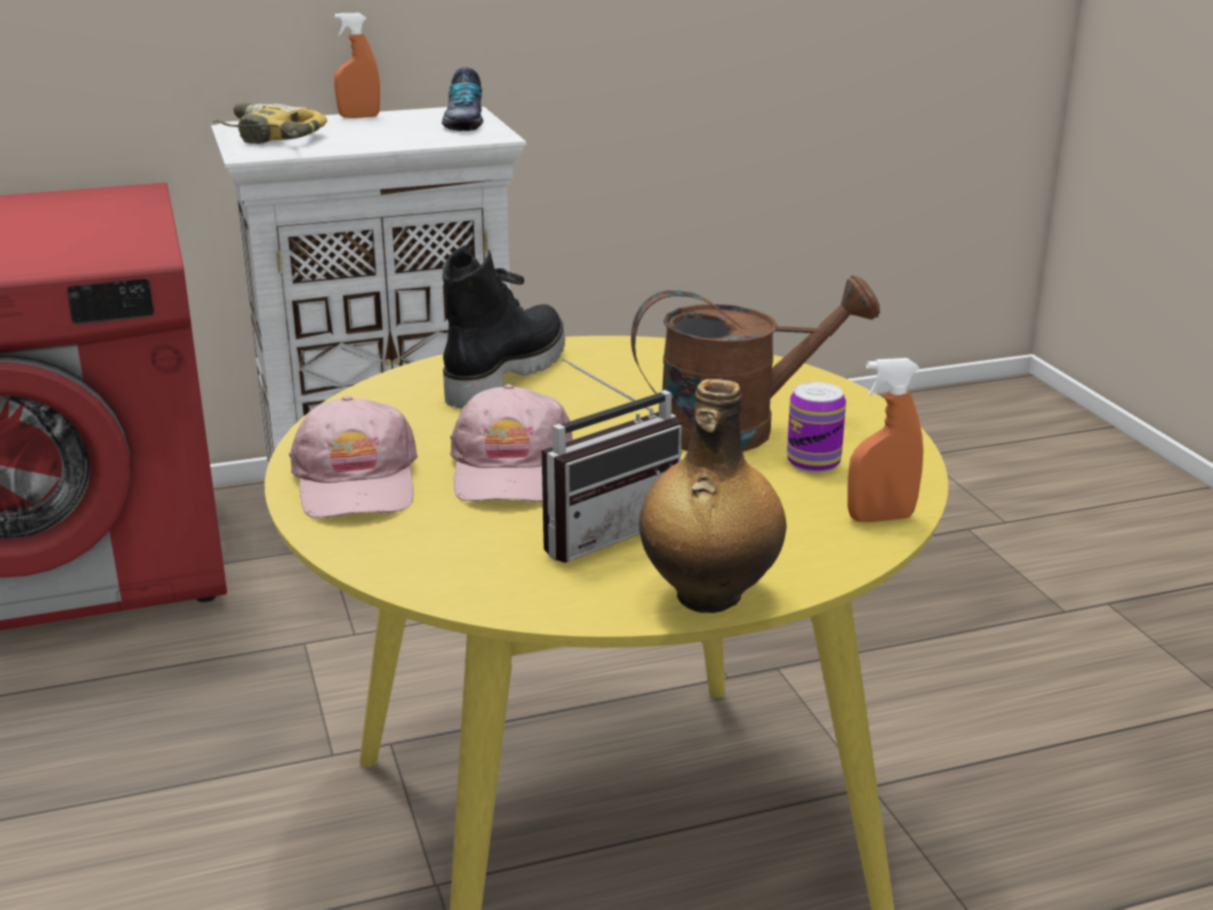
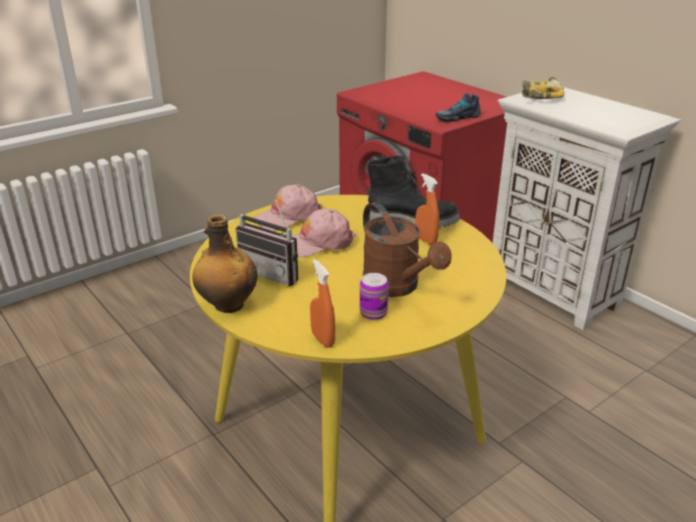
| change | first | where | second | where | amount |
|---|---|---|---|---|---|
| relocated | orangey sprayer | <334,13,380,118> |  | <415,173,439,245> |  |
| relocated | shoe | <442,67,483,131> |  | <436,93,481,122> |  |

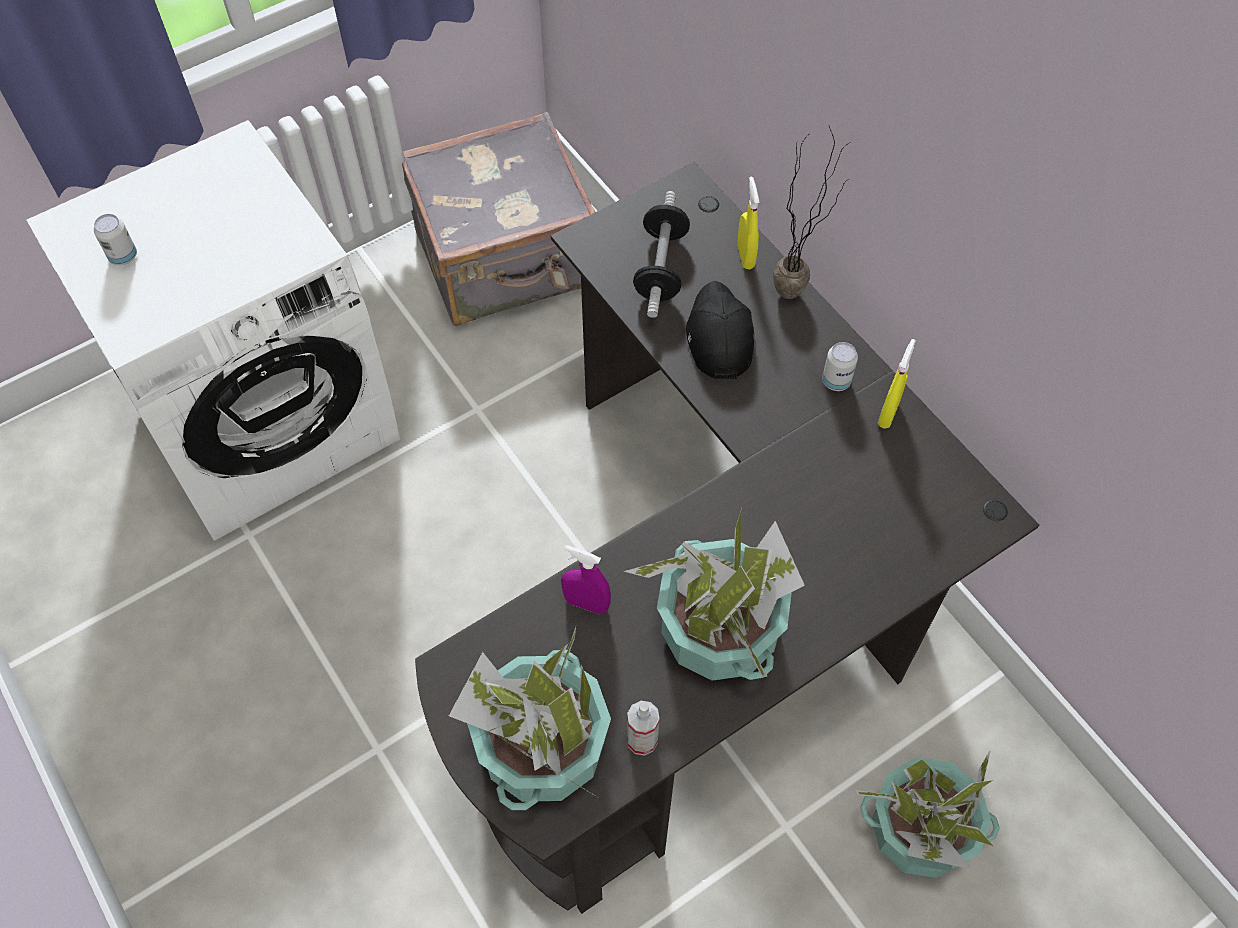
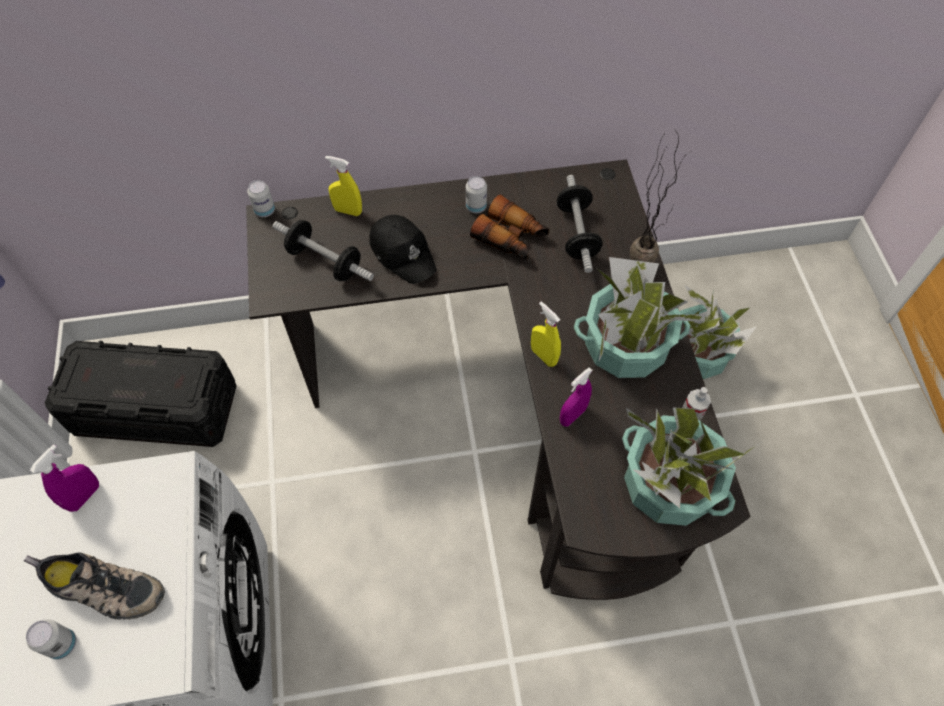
| change | first | where | second | where | amount |
|---|---|---|---|---|---|
| appeared |  |  | shoe | <24,553,165,620> |  |
| appeared |  |  | purple sprayer | <30,444,99,512> |  |
| exchanged | grey piece of luggage | <402,111,595,326> | blackish storage box | <44,341,237,447> |  |
| appeared |  |  | sealed can | <247,180,275,217> |  |
| spun | blackish cap | <686,281,754,379> |  | <369,215,437,284> | 150 degrees counterclockwise |
| appeared |  |  | field glasses | <470,195,549,259> |  |
| relocated | yellow sprayer | <878,339,916,428> |  | <531,301,561,367> |  |
| appeared |  |  | hand weight | <557,175,603,273> |  |
| relocated | houseplant | <773,126,849,299> |  | <630,132,691,263> |  |

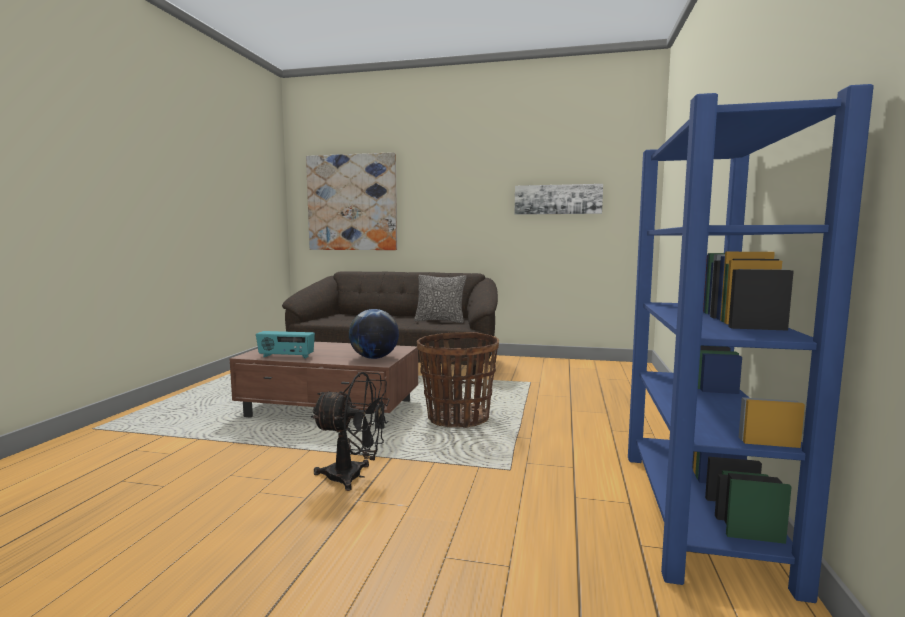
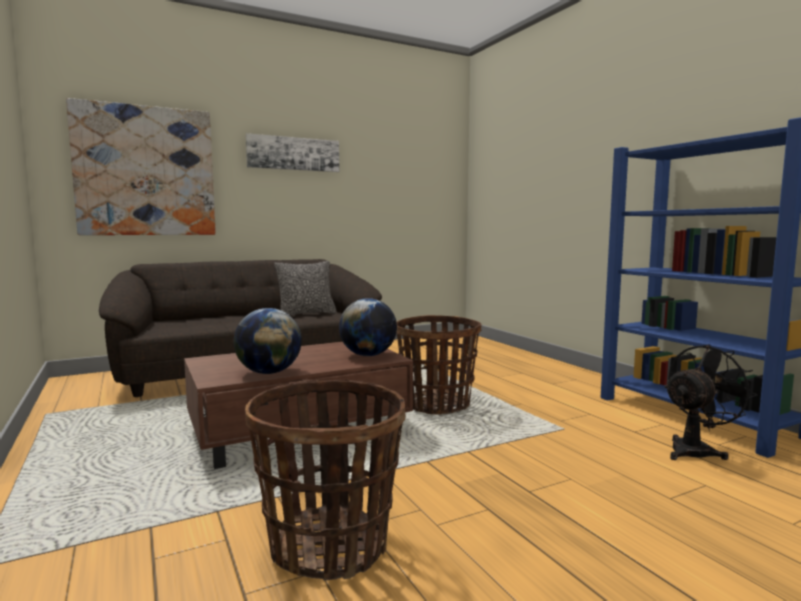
| change | first | where | second | where | amount |
|---|---|---|---|---|---|
| exchanged | radio set | <256,331,315,359> | globe | <234,308,302,374> |  |
| appeared |  |  | basket | <245,380,406,581> |  |
| relocated | wall art | <515,184,603,215> |  | <246,133,339,172> |  |
| relocated | blackish fan | <310,372,390,491> |  | <664,344,758,460> |  |

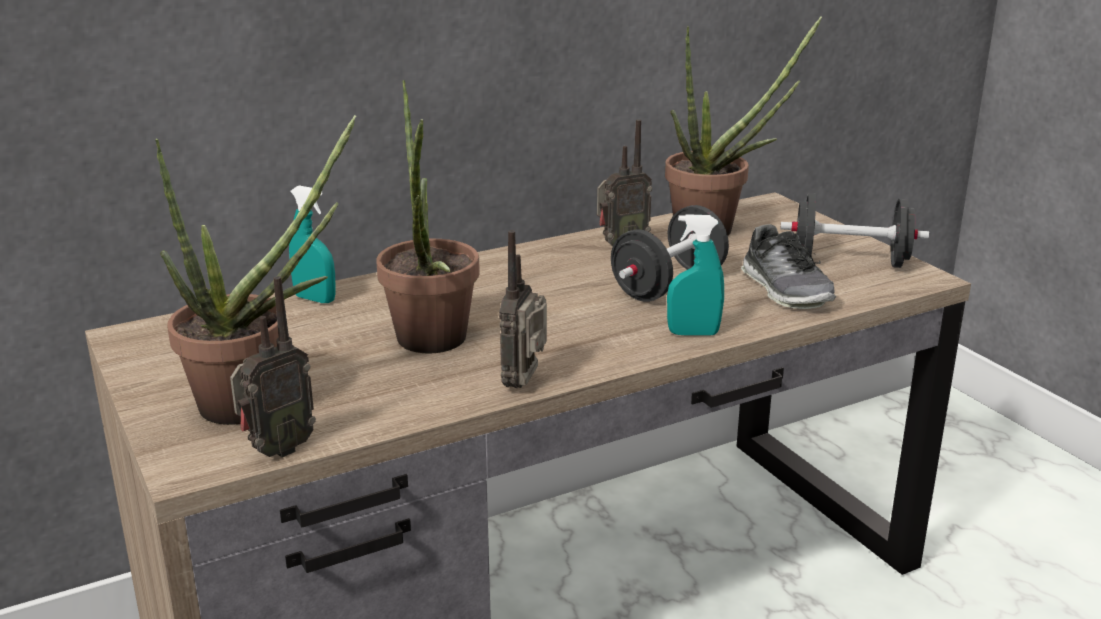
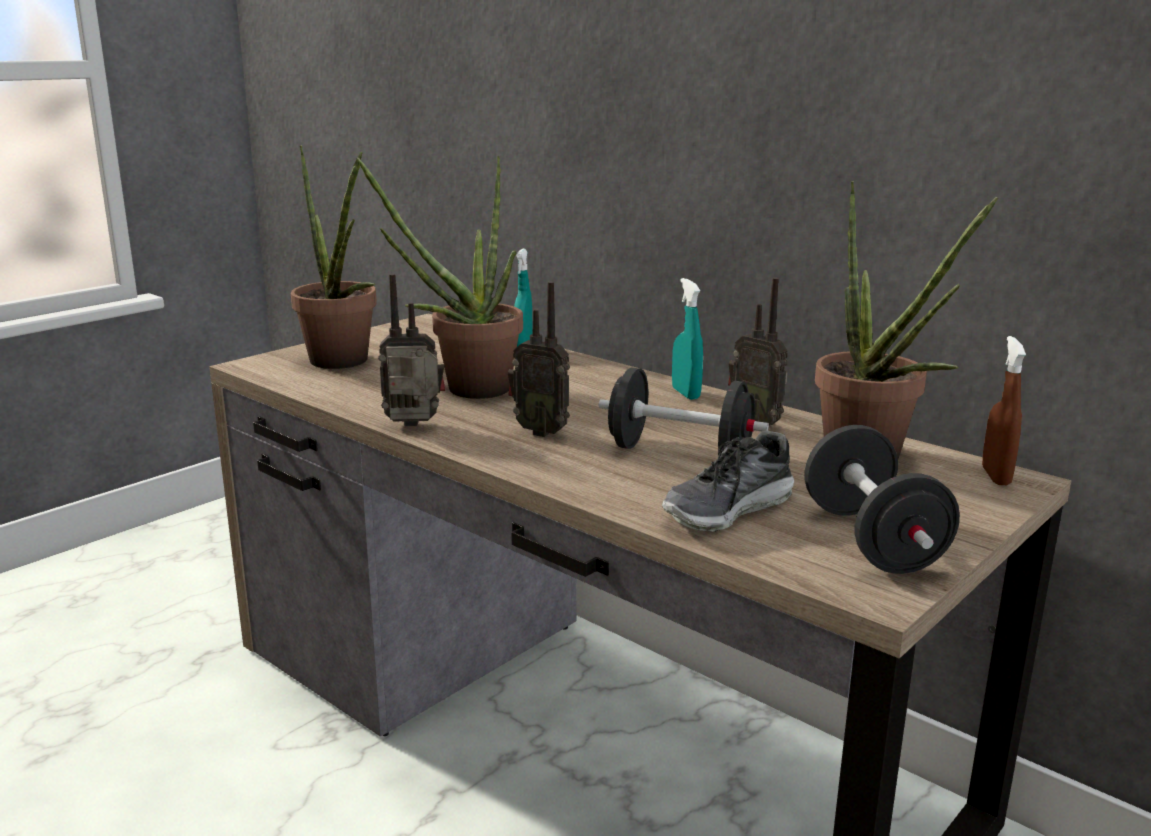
| change | first | where | second | where | amount |
|---|---|---|---|---|---|
| relocated | radio set | <230,276,316,457> |  | <508,282,570,437> |  |
| relocated | turquoise sprayer | <667,214,724,336> |  | <672,278,703,400> |  |
| appeared |  |  | brown-coloured sprayer | <982,336,1026,485> |  |

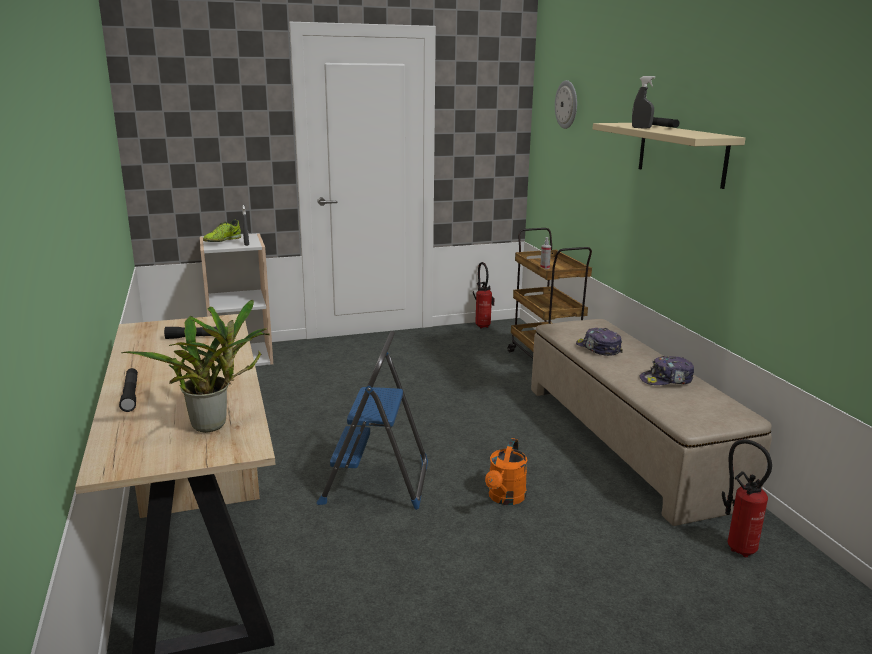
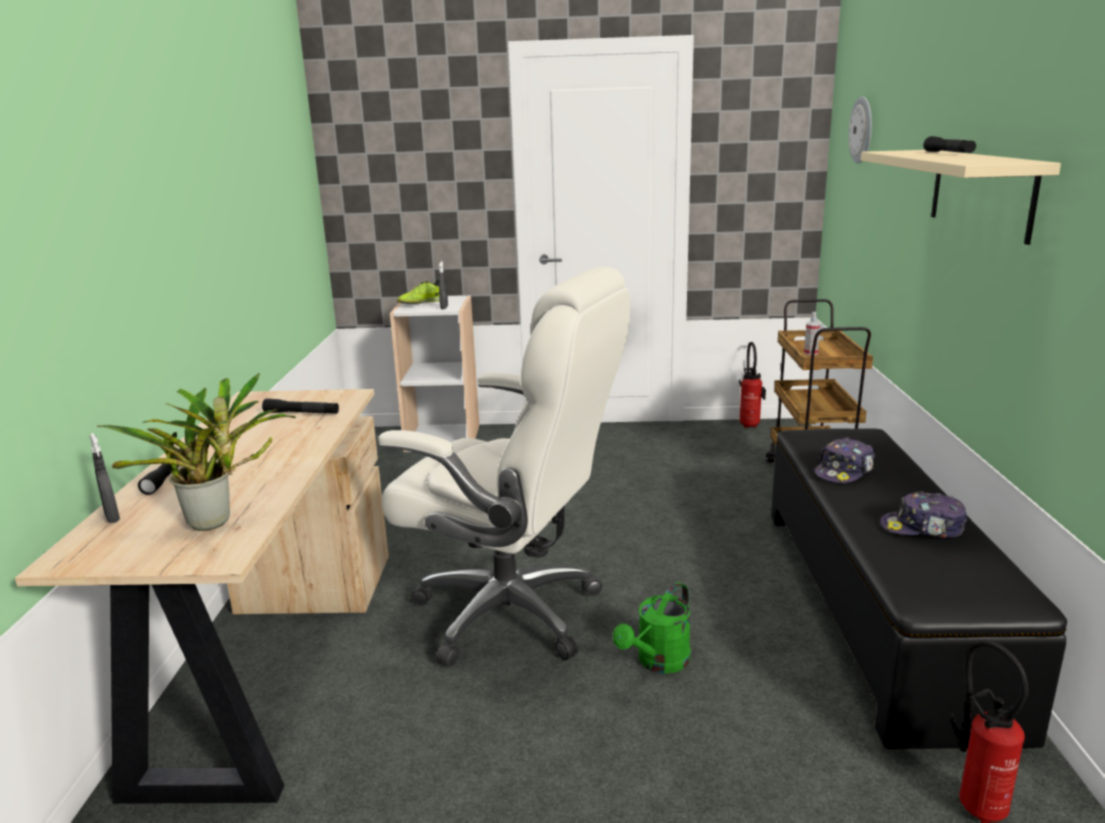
| change | first | where | second | where | amount |
|---|---|---|---|---|---|
| relocated | grey sprayer | <632,76,655,129> |  | <90,433,120,523> |  |
| exchanged | blue step ladder | <317,331,428,510> | whitish computer chair | <378,267,631,667> |  |
| colour | orangey sprinkling can | <485,438,527,505> | green-coloured sprinkling can | <613,582,691,674> |  |
| colour | sand-coloured long seat | <531,319,772,526> | blackish long seat | <771,428,1067,749> |  |
| spun | cap | <576,328,623,356> |  | <815,438,875,483> | 120 degrees counterclockwise |

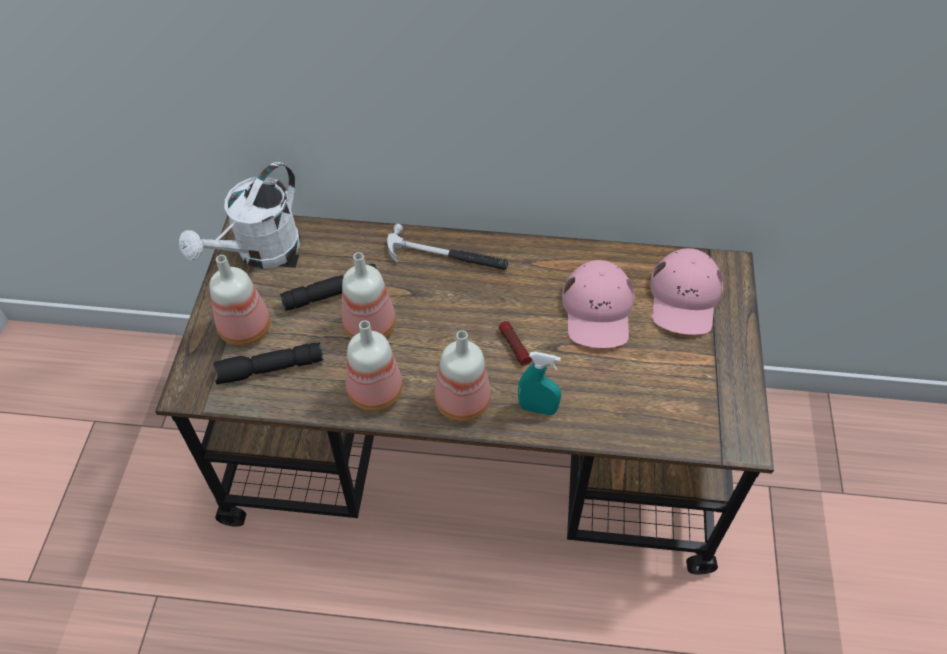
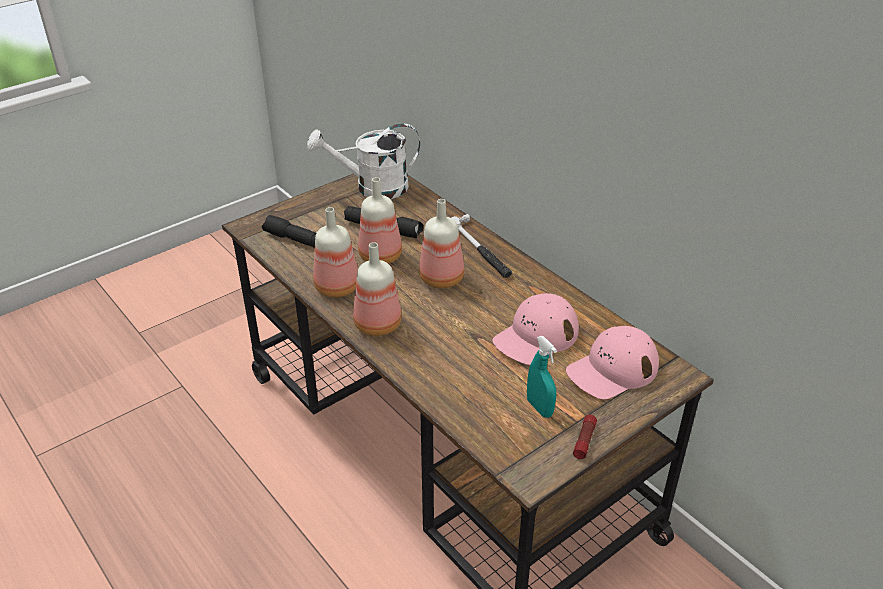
| change | first | where | second | where | amount |
|---|---|---|---|---|---|
| relocated | beverage bottle | <209,255,271,346> |  | <419,199,464,288> |  |
| relocated | turquoise sprayer | <518,352,561,415> |  | <527,336,557,418> |  |
| relocated | flashlight | <499,321,532,366> |  | <573,415,597,459> |  |

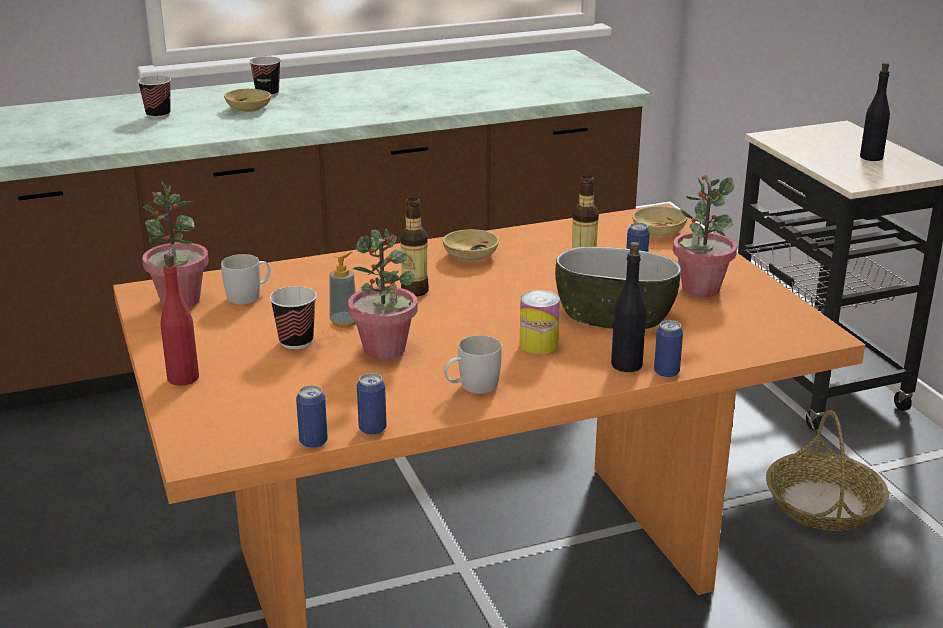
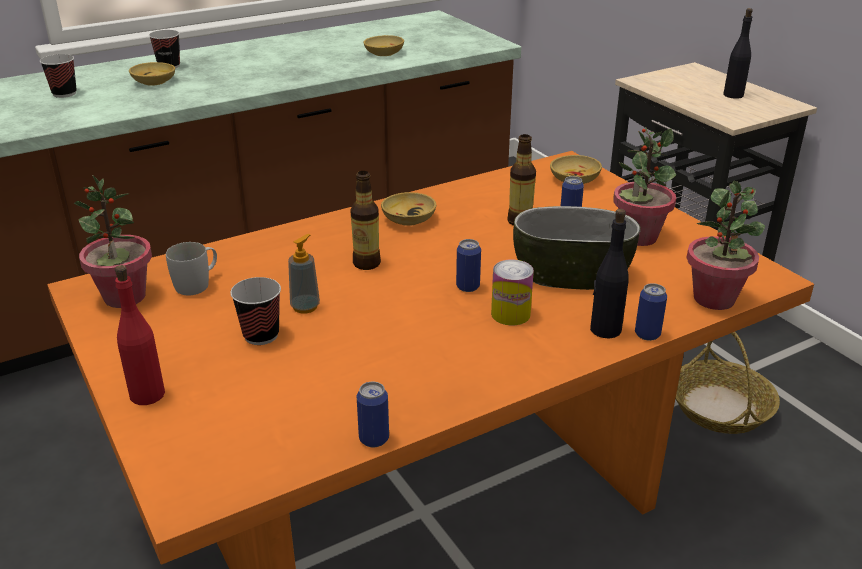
| change | first | where | second | where | amount |
|---|---|---|---|---|---|
| appeared |  |  | sand-coloured deep dish | <364,35,404,56> |  |
| relocated | sealed can | <296,385,328,448> |  | <456,239,481,292> |  |
| relocated | houseplant | <348,228,418,360> |  | <686,181,765,310> |  |
| missing | whitish coffee mug | <444,335,502,394> |  |  |  |

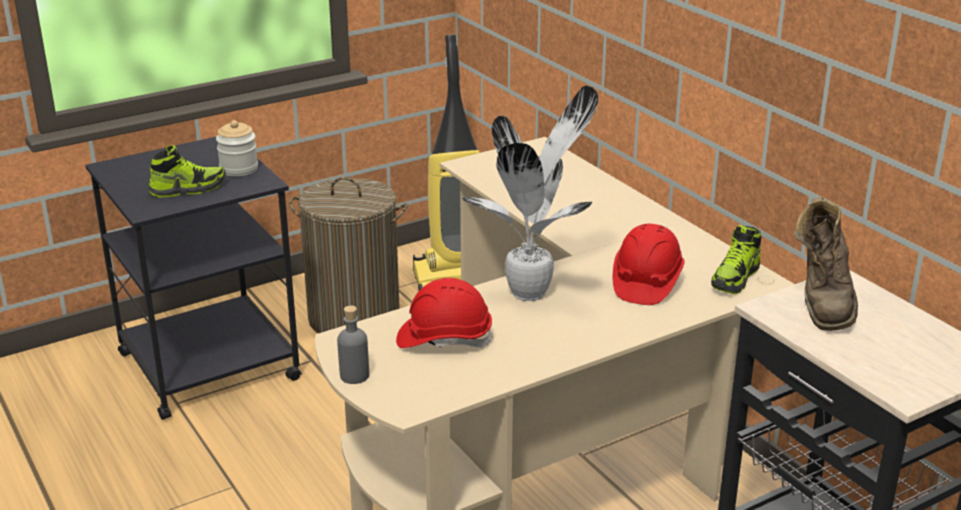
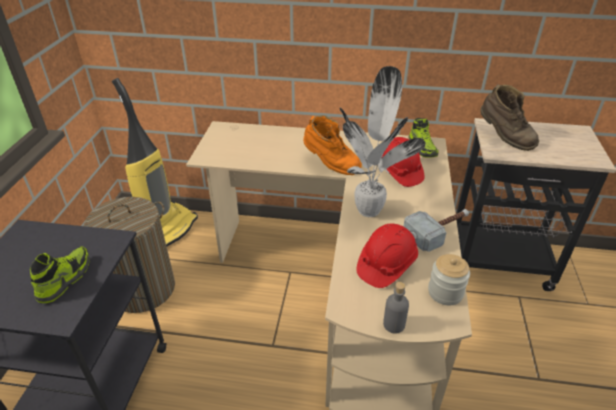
| change | first | where | second | where | amount |
|---|---|---|---|---|---|
| appeared |  |  | orangey boot | <303,115,362,175> |  |
| appeared |  |  | hammer | <403,209,469,252> |  |
| relocated | storage jar | <216,120,258,177> |  | <428,254,470,305> |  |

